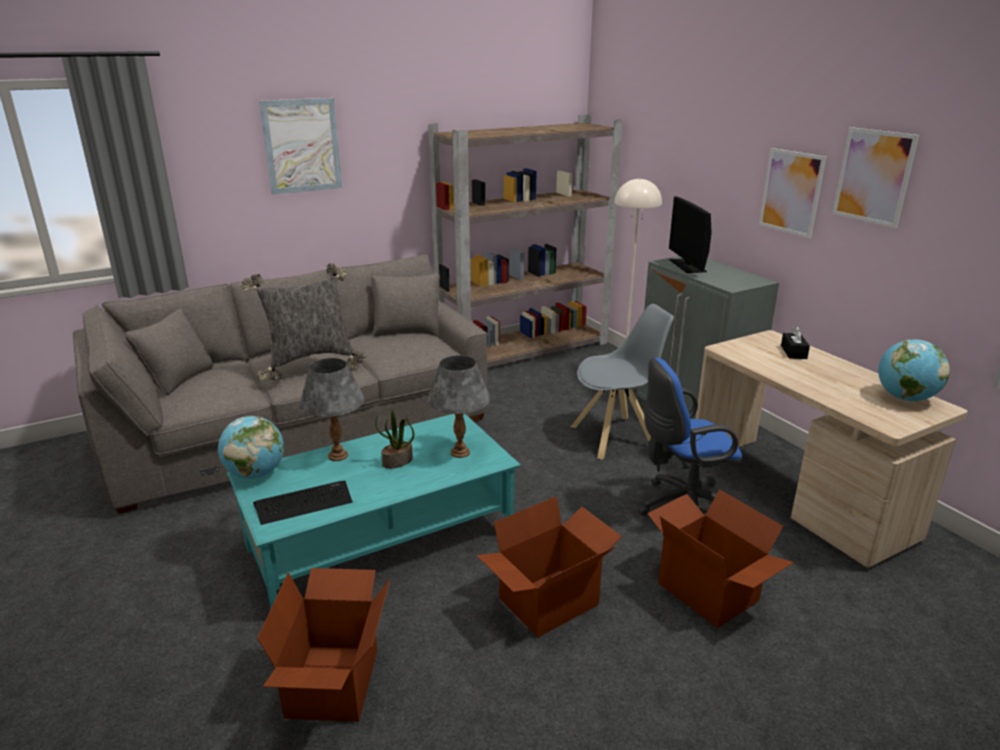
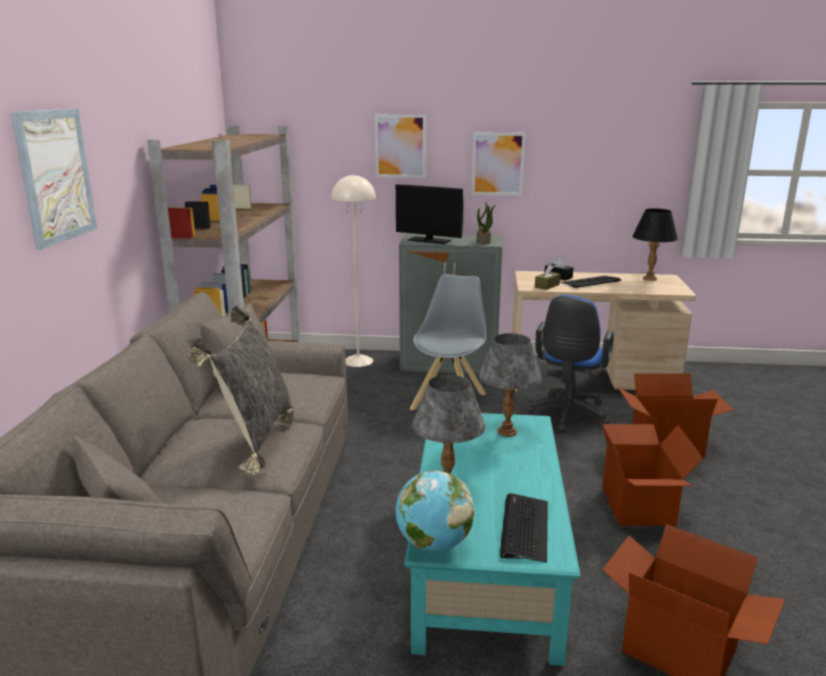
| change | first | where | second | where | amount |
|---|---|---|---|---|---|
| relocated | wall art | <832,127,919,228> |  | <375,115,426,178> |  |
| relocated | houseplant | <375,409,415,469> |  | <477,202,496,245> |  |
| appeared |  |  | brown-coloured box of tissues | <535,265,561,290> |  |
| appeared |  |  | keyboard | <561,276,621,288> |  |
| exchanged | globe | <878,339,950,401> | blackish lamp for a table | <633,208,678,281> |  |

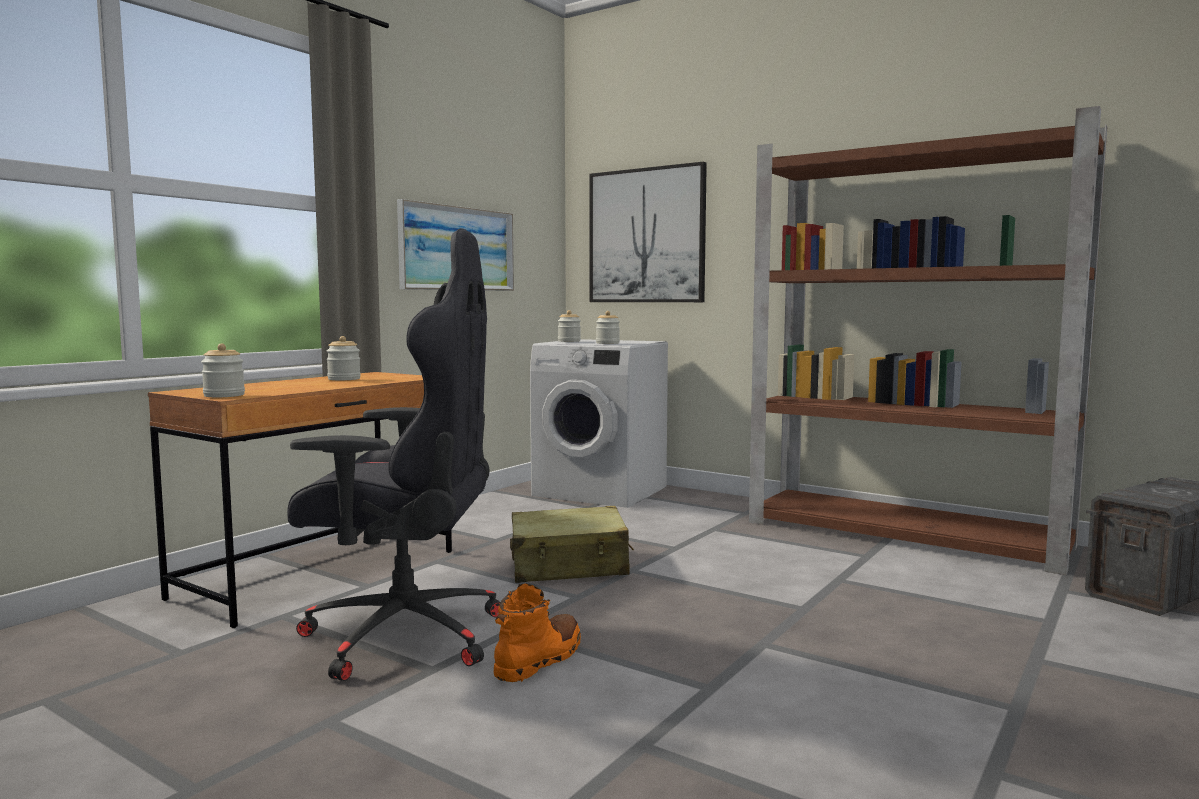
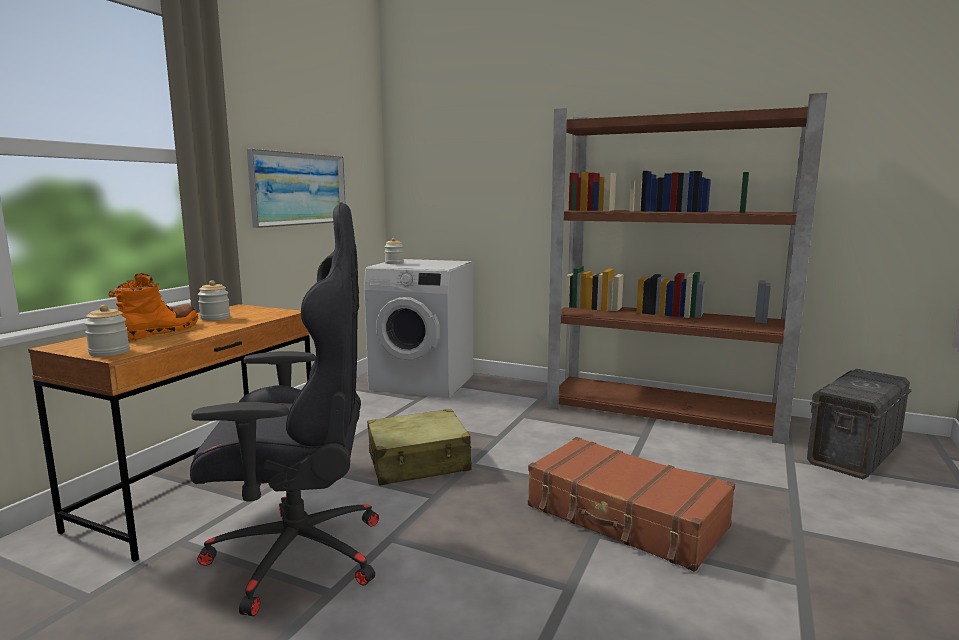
| change | first | where | second | where | amount |
|---|---|---|---|---|---|
| relocated | orangey boot | <494,583,581,682> |  | <108,273,198,341> |  |
| appeared |  |  | brown-coloured piece of luggage | <528,437,735,572> |  |
| missing | wall art | <589,162,707,302> |  |  |  |
| missing | storage jar | <596,311,620,344> |  |  |  |

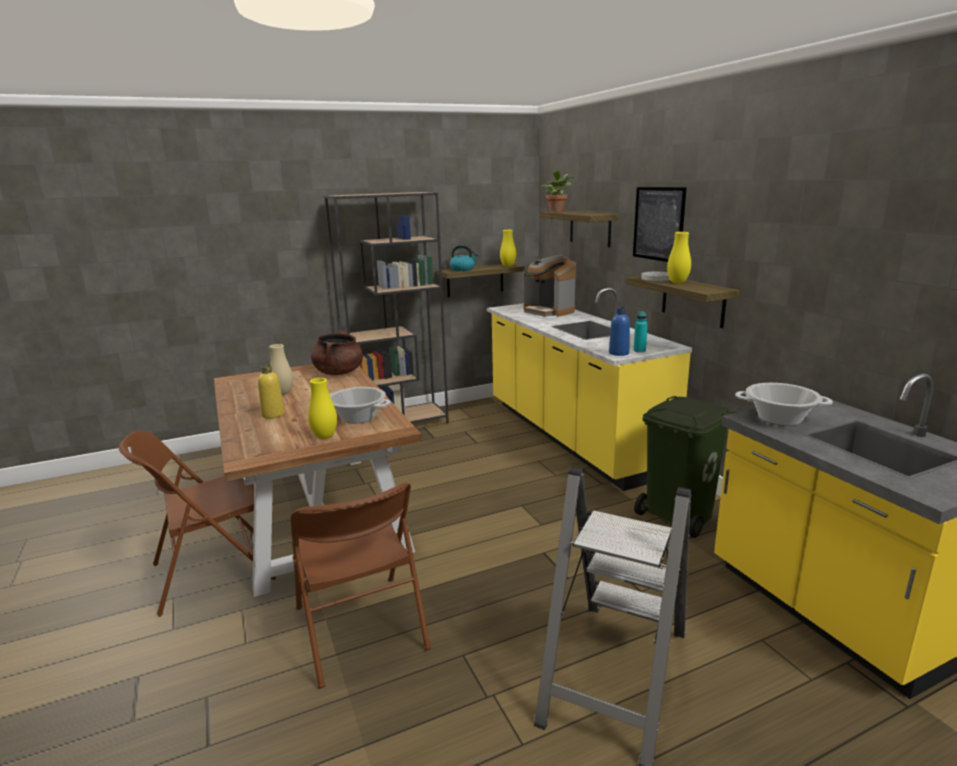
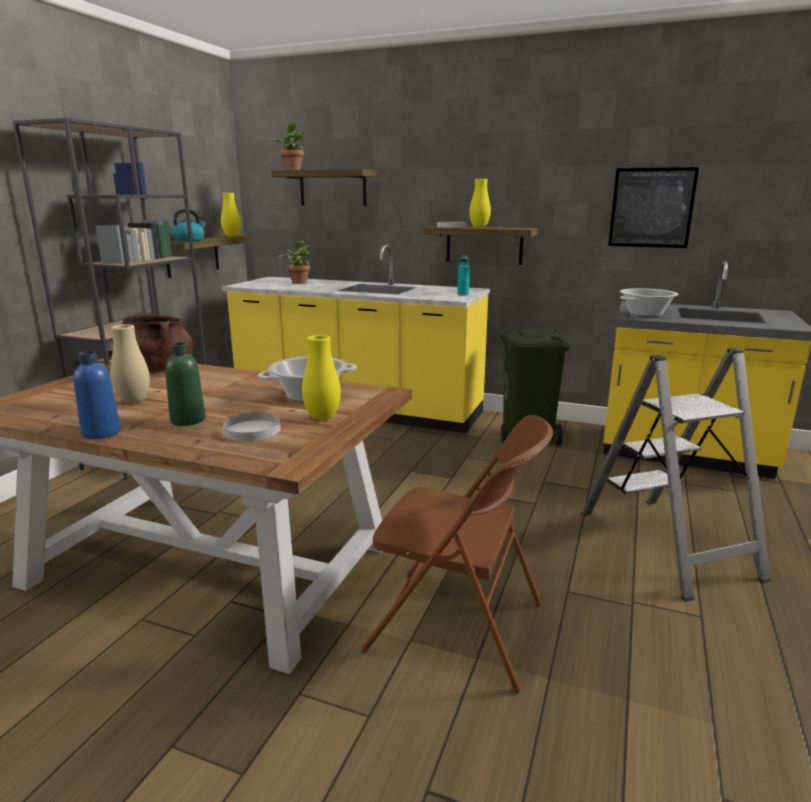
| change | first | where | second | where | amount |
|---|---|---|---|---|---|
| relocated | blue beverage bottle | <609,307,630,356> |  | <73,351,121,439> |  |
| colour | yellow beverage bottle | <258,365,285,419> | green-coloured beverage bottle | <165,342,206,426> |  |
| appeared |  |  | whitish dinner plate | <223,413,281,441> |  |
| exchanged | coffee machine | <523,255,576,317> | houseplant | <278,241,311,284> |  |
| relocated | wall art | <633,187,686,262> |  | <608,167,699,248> |  |
| missing | brown-coloured plain chair | <119,431,276,617> |  |  |  |

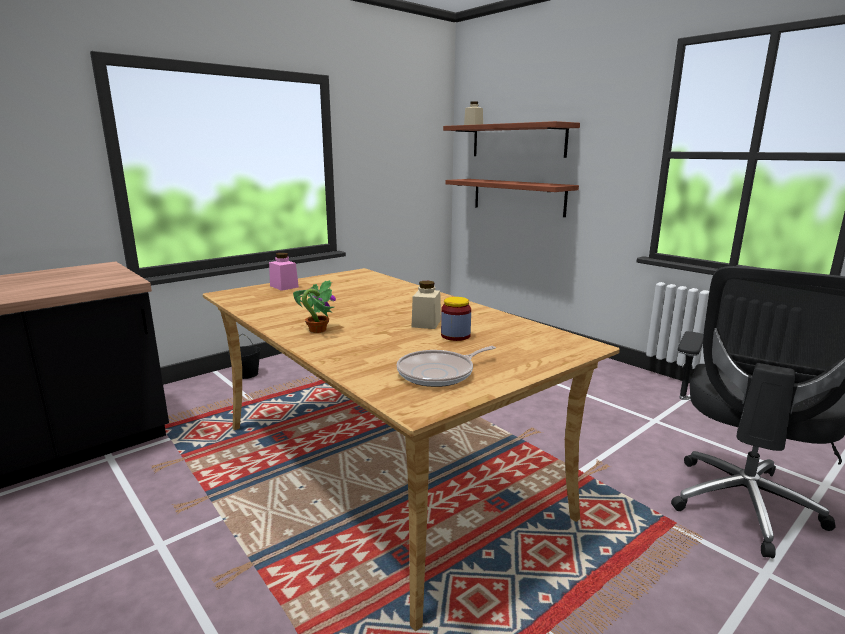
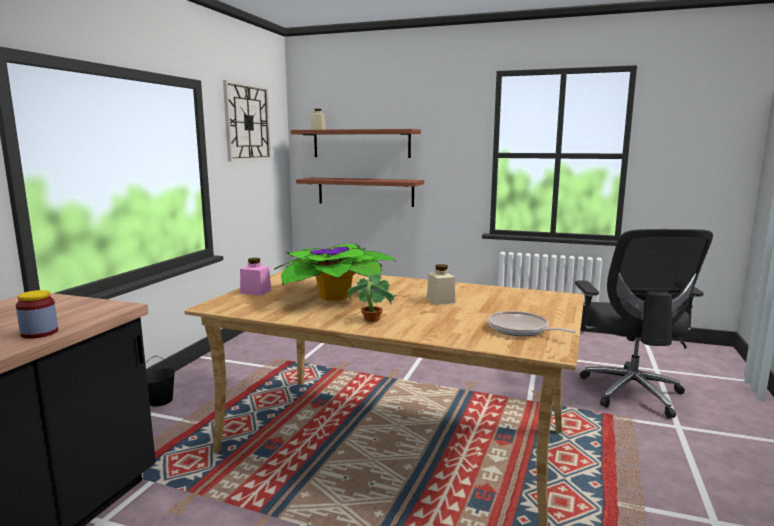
| change | first | where | second | where | amount |
|---|---|---|---|---|---|
| relocated | storage jar | <441,297,471,341> |  | <16,290,58,339> |  |
| appeared |  |  | hanging clock | <223,80,271,162> |  |
| appeared |  |  | houseplant | <274,244,396,301> |  |
| spun | pan | <397,346,496,387> |  | <488,311,576,336> | 105 degrees clockwise |

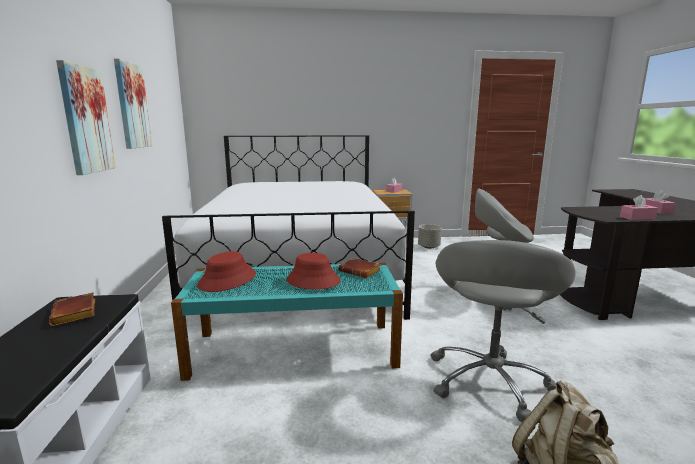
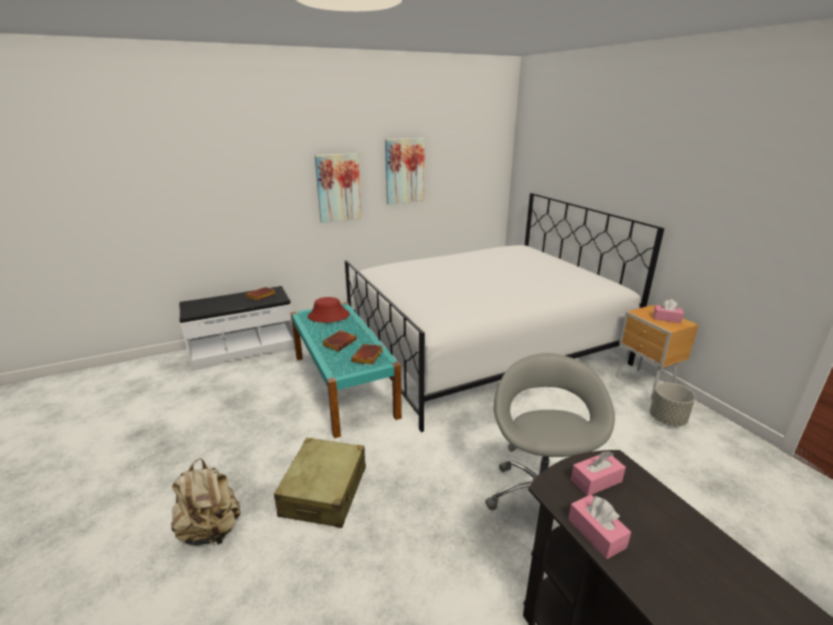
| change | first | where | second | where | amount |
|---|---|---|---|---|---|
| exchanged | grey computer chair | <431,240,576,422> | sand-coloured piece of luggage | <274,438,366,528> |  |
| exchanged | reddish clothing hat | <287,253,341,290> | brown-coloured bound book | <322,330,357,351> |  |
| relocated | pink-coloured box of tissues | <645,190,675,214> |  | <571,451,626,496> |  |

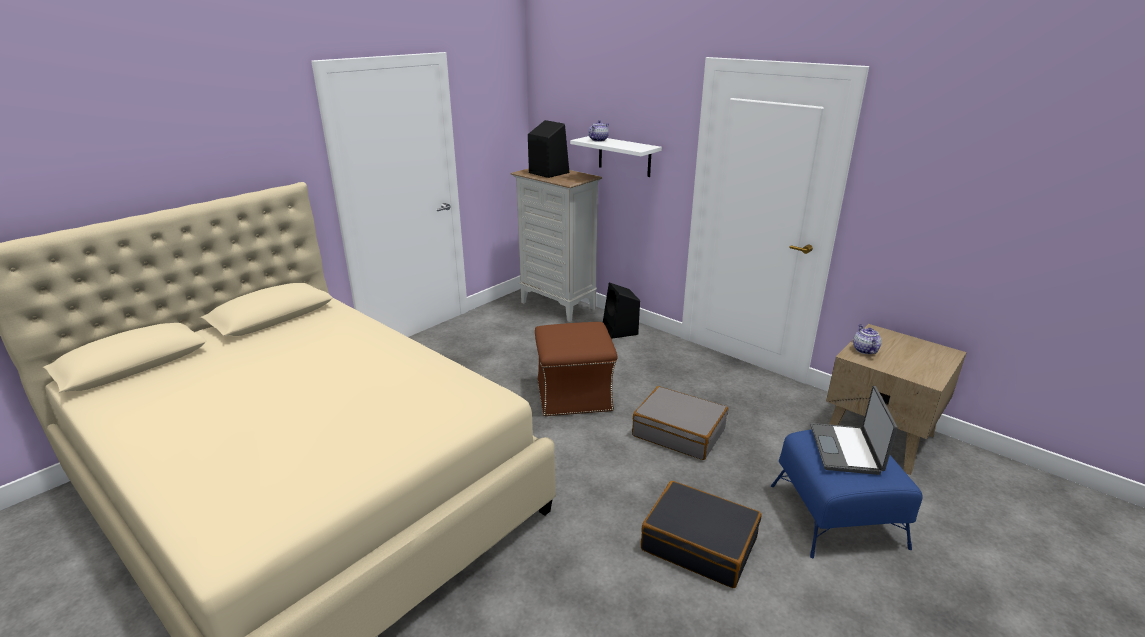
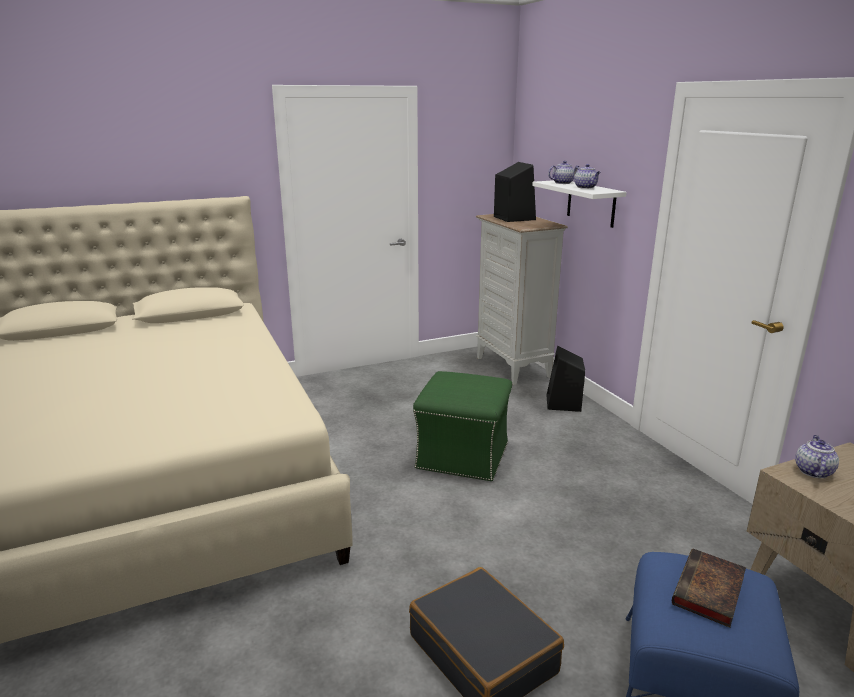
| change | first | where | second | where | amount |
|---|---|---|---|---|---|
| colour | brown-coloured ottoman | <535,322,618,417> | green-coloured ottoman | <413,371,512,482> |  |
| appeared |  |  | tea pot | <573,164,601,189> |  |
| exchanged | laptop | <810,386,897,475> | bound book | <672,549,746,628> |  |
| missing | grey piece of luggage | <632,386,728,460> |  |  |  |

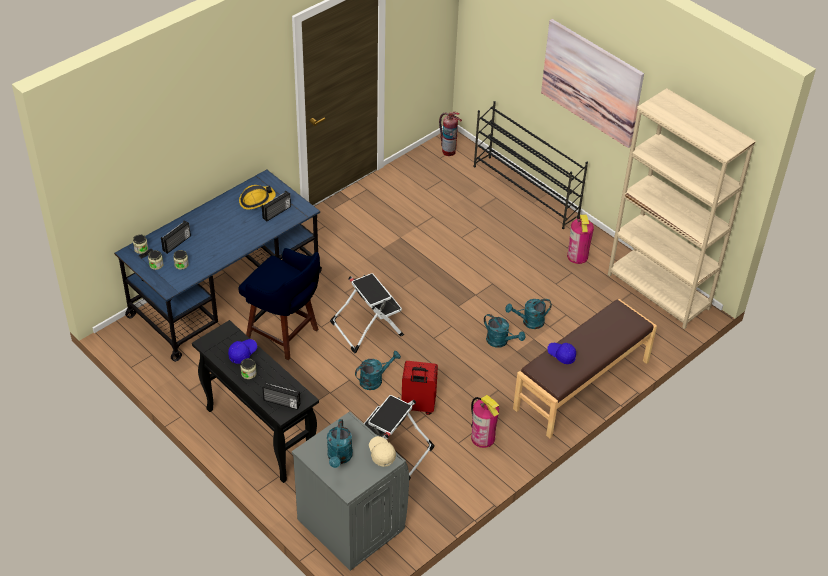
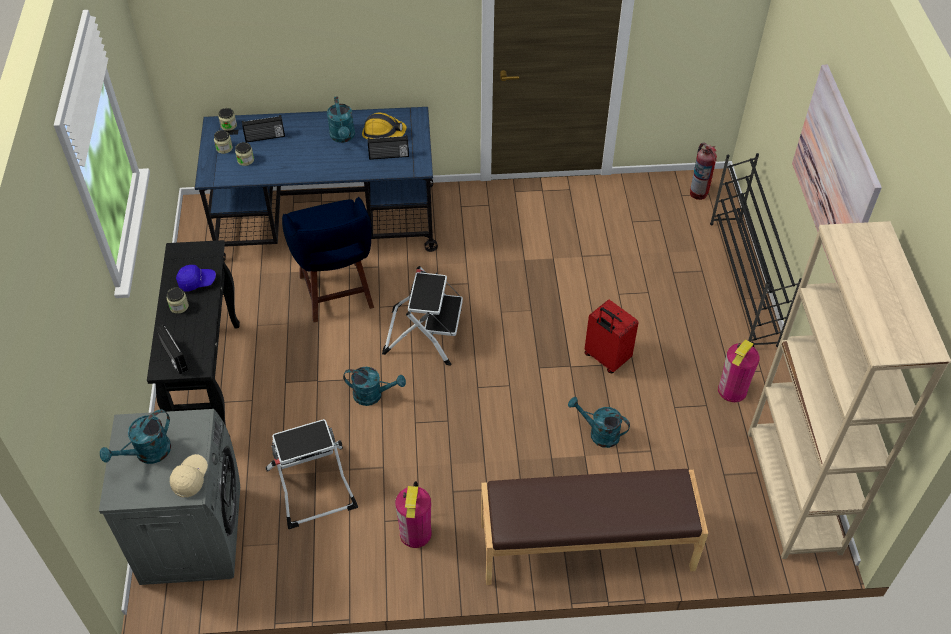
| change | first | where | second | where | amount |
|---|---|---|---|---|---|
| relocated | turquoise sprinkling can | <484,314,525,348> |  | <327,96,355,143> |  |
| relocated | reddish piece of luggage | <402,361,438,415> |  | <584,300,638,373> |  |
| missing | blue cap | <547,343,576,364> |  |  |  |

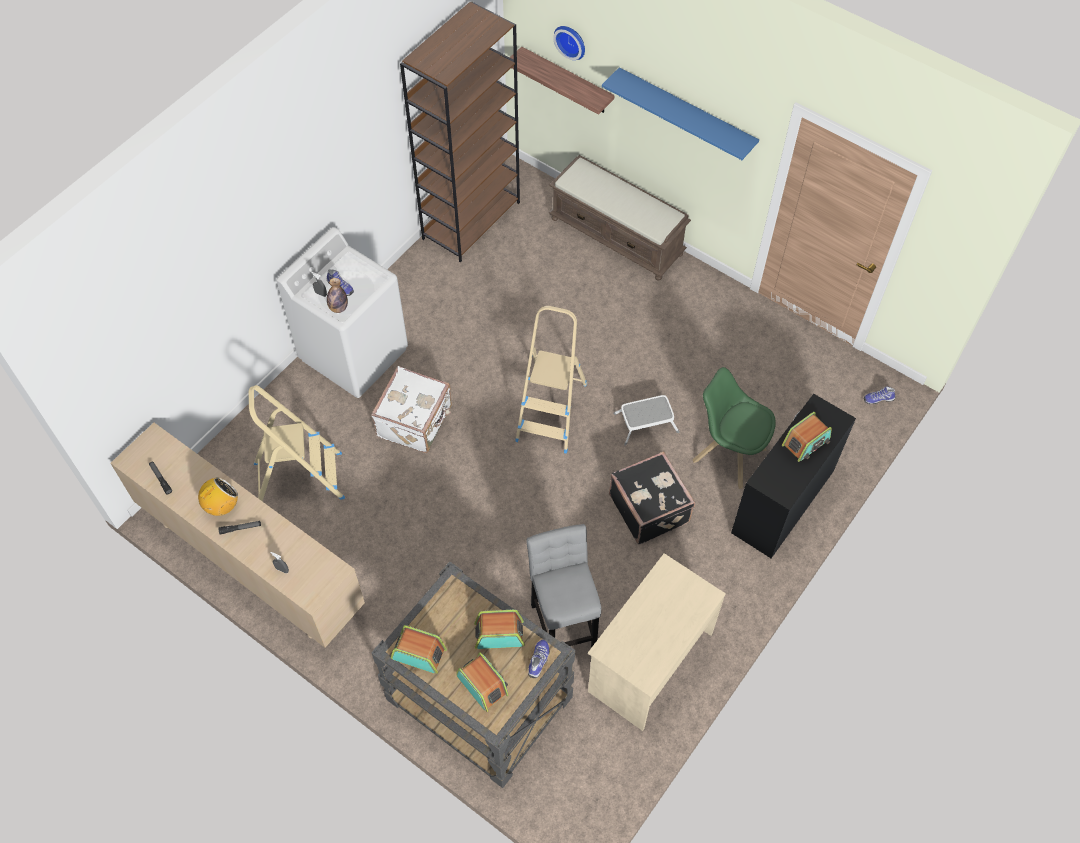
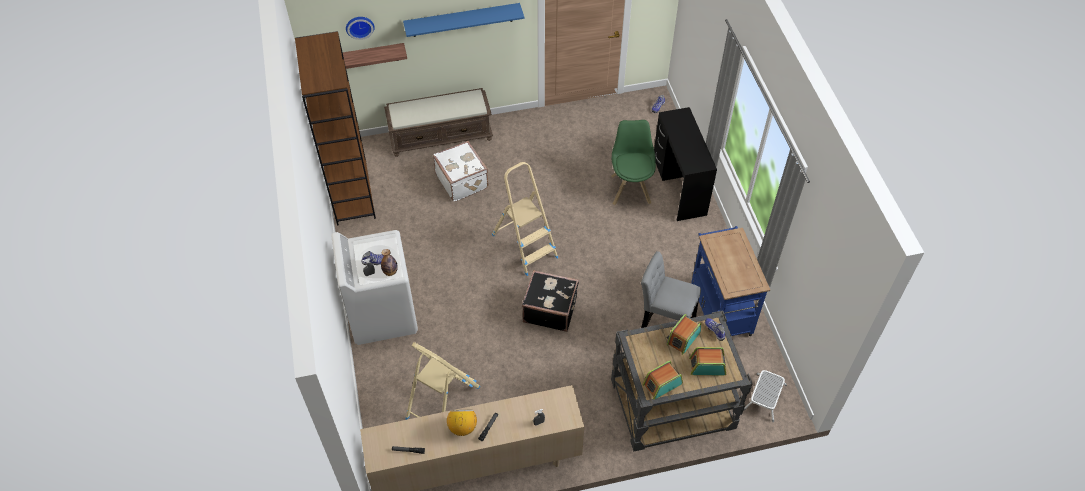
| change | first | where | second | where | amount |
|---|---|---|---|---|---|
| relocated | whitish piece of luggage | <371,366,452,453> |  | <433,141,488,202> |  |
| relocated | blackish piece of luggage | <609,451,695,545> |  | <522,270,579,332> |  |
| spun | green-coloured plain chair | <692,367,776,489> |  | <611,120,656,205> | 105 degrees clockwise |
| exchanged | sand-coloured desk | <588,553,726,731> | blue wheeled cart | <691,226,770,336> |  |
| relocated | grey step ladder | <613,395,679,446> |  | <743,370,787,422> |  |
| missing | radio set | <782,412,832,462> |  |  |  |

